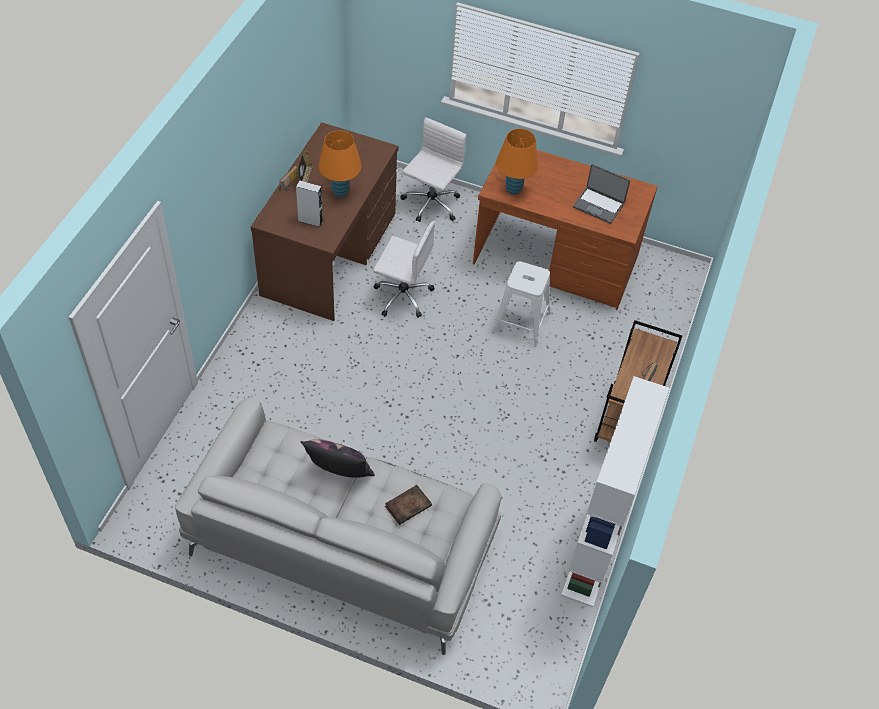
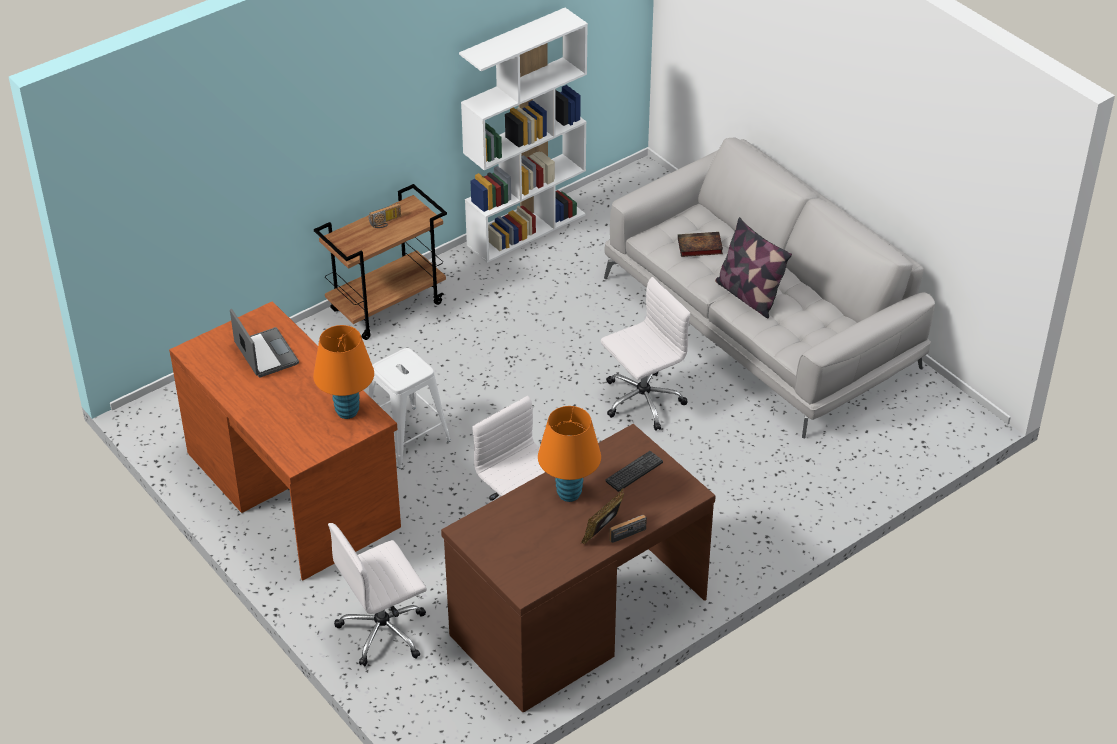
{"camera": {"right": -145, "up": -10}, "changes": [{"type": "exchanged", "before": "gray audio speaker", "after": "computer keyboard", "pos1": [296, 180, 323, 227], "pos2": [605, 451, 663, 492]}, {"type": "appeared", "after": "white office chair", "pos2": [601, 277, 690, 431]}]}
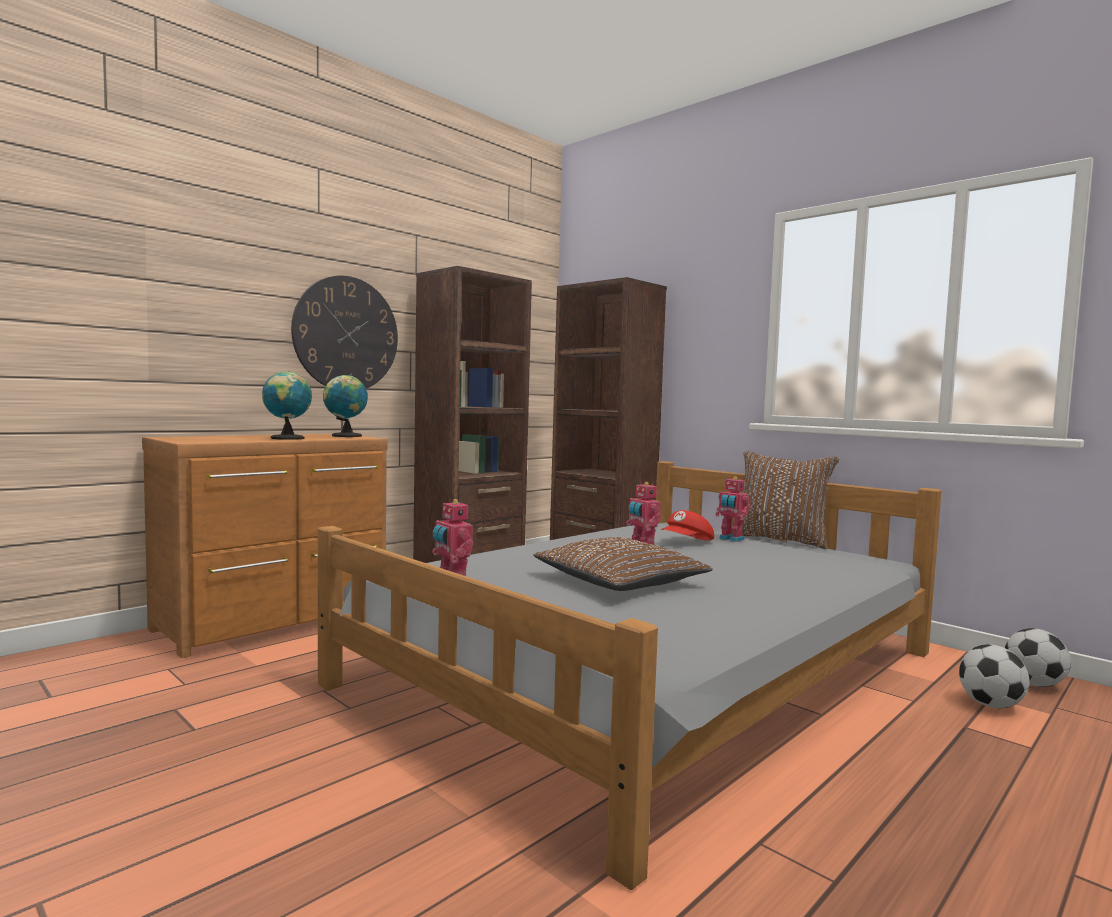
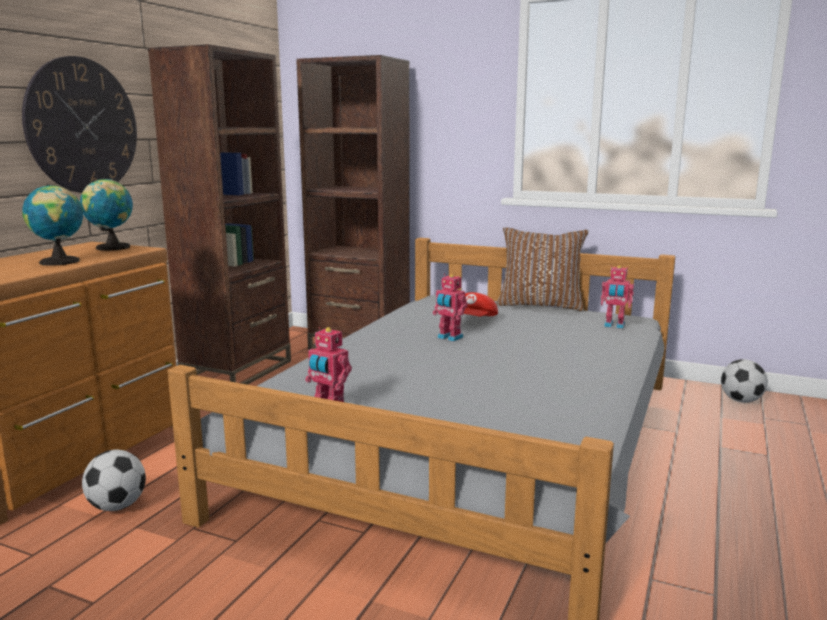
{"camera": {"right": -20, "up": 10}, "changes": [{"type": "missing", "before": "brown throw pillow", "pos1": [533, 537, 713, 591]}, {"type": "relocated", "before": "toy robot", "pos1": [715, 476, 751, 542], "pos2": [601, 265, 634, 329]}, {"type": "relocated", "before": "football ball", "pos1": [959, 644, 1029, 708], "pos2": [82, 450, 146, 511]}]}
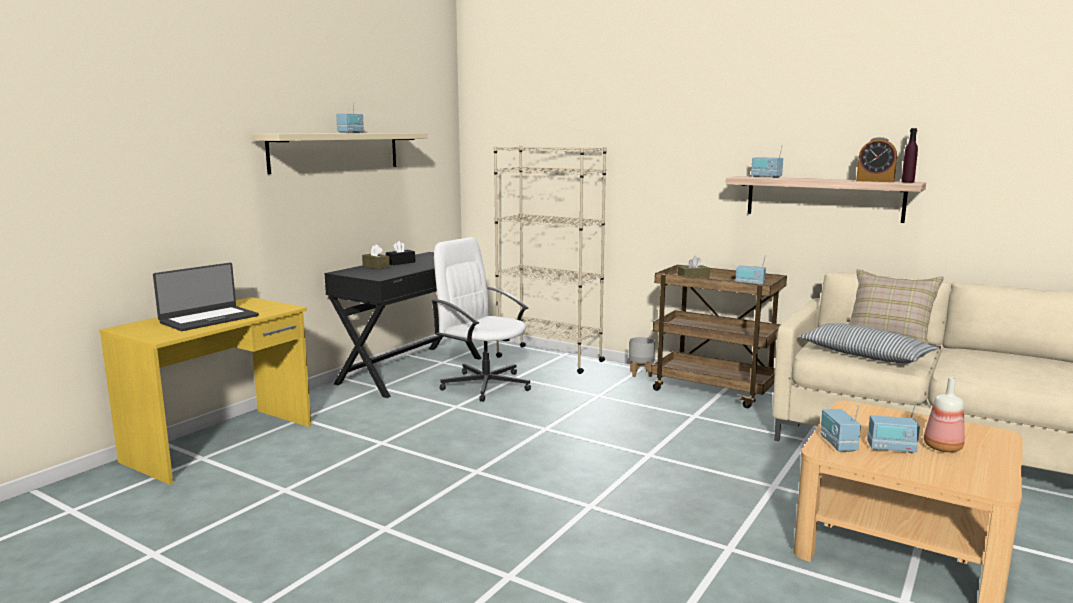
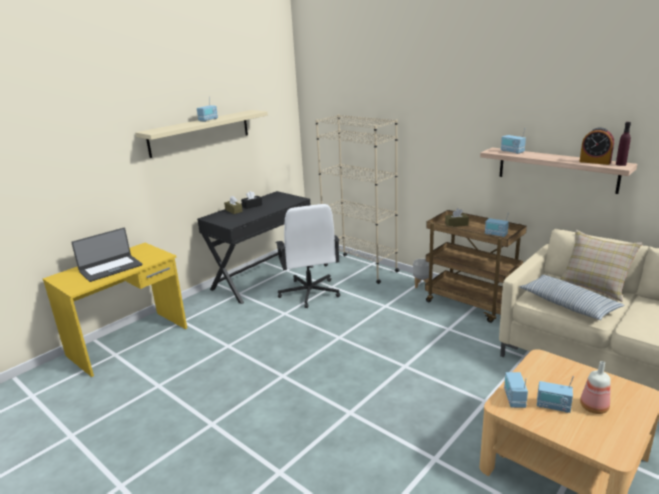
{"camera": {"right": 10, "up": 10}, "changes": [{"type": "spun", "before": "white office chair", "pos1": [431, 237, 531, 402], "pos2": [276, 204, 340, 308], "turn": -150}]}
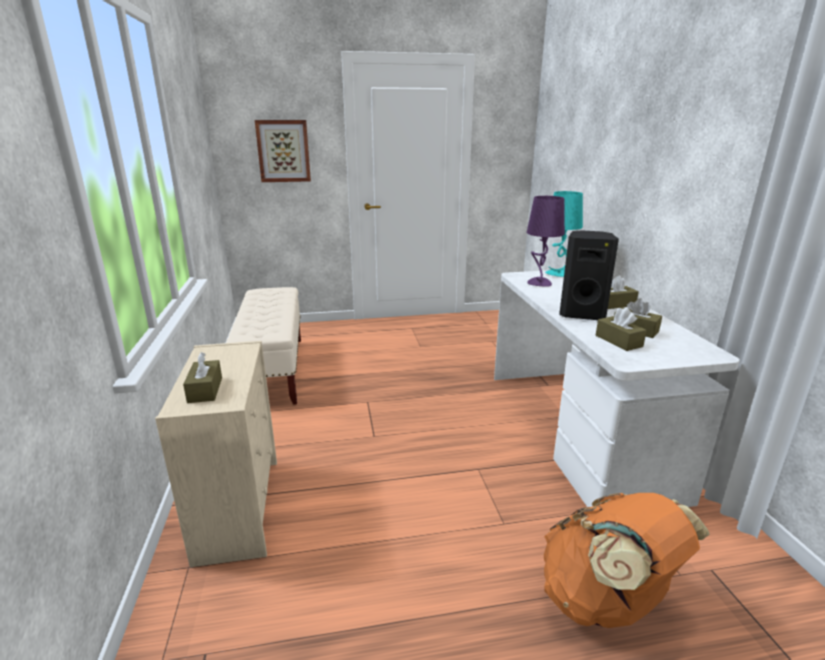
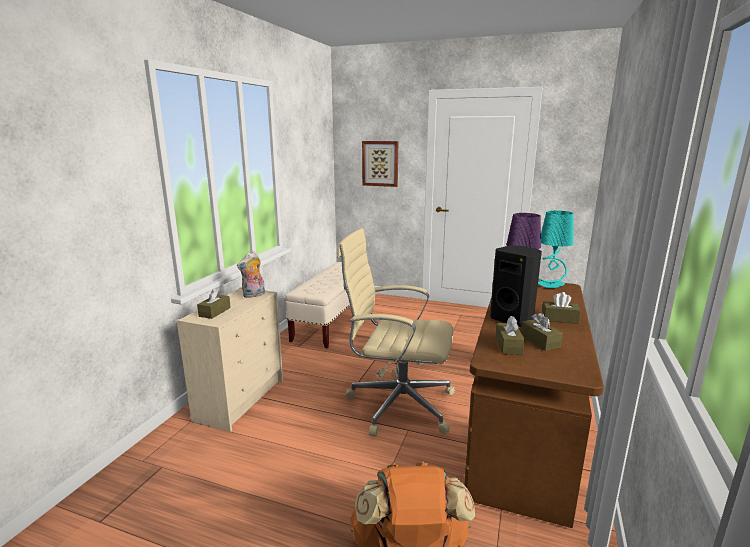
{"camera": {"right": 30, "up": -5}, "changes": [{"type": "colour", "before": "white desk unit", "after": "brown desk unit", "pos1": [494, 270, 740, 507], "pos2": [464, 280, 604, 528]}, {"type": "appeared", "after": "soft toy", "pos2": [237, 252, 265, 298]}, {"type": "appeared", "after": "beige office chair", "pos2": [337, 228, 455, 437]}]}
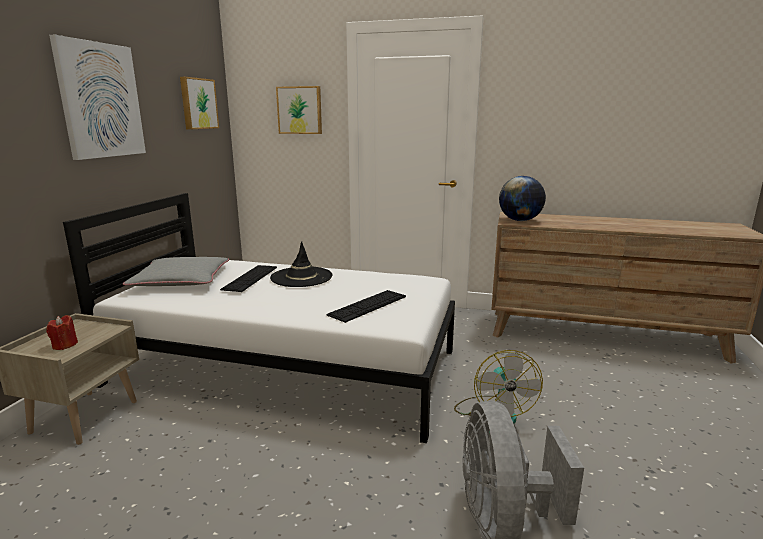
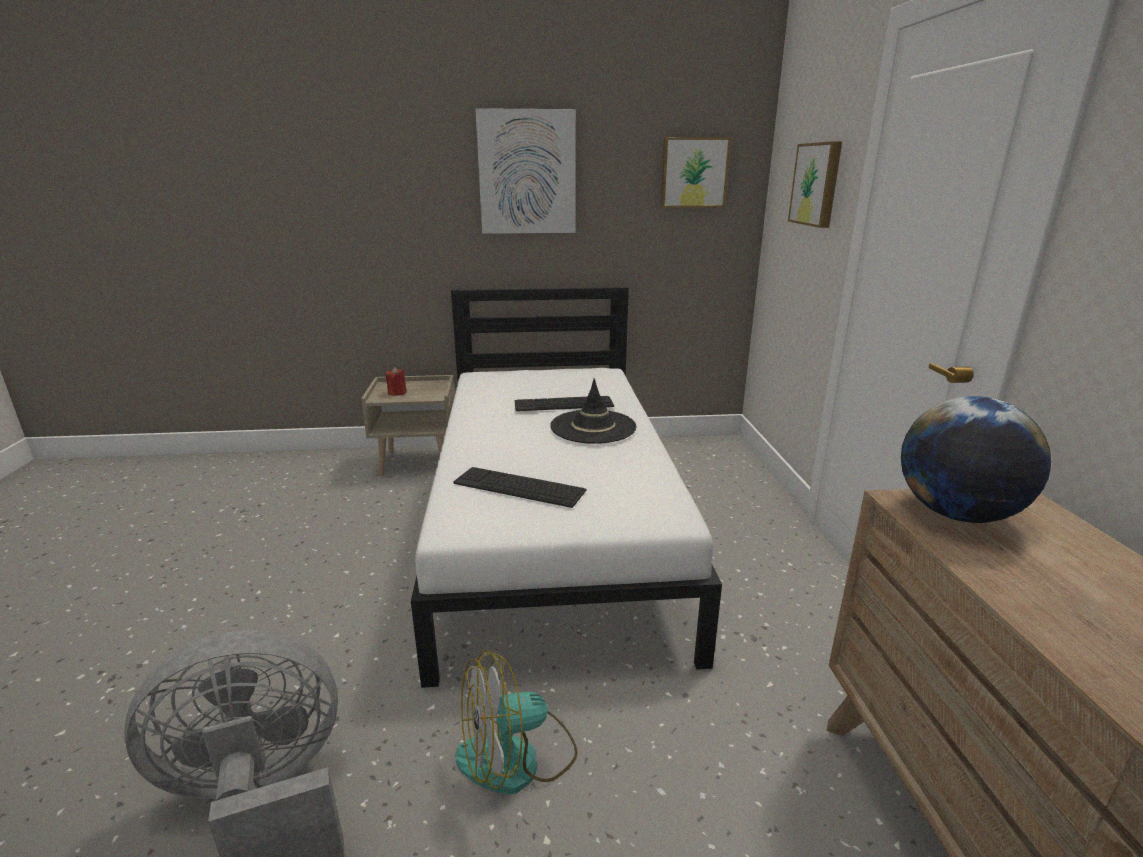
{"camera": {"right": 70, "up": 5}, "changes": [{"type": "missing", "before": "gray throw pillow", "pos1": [123, 257, 229, 286]}]}
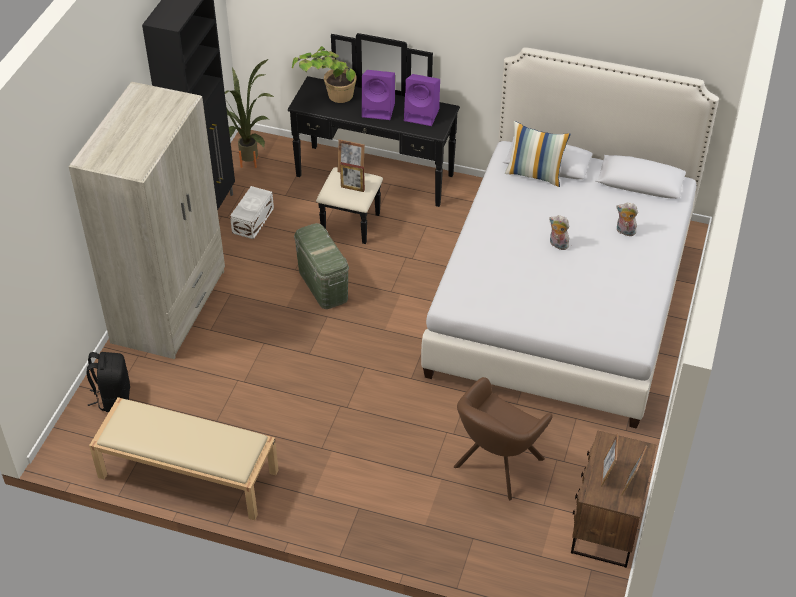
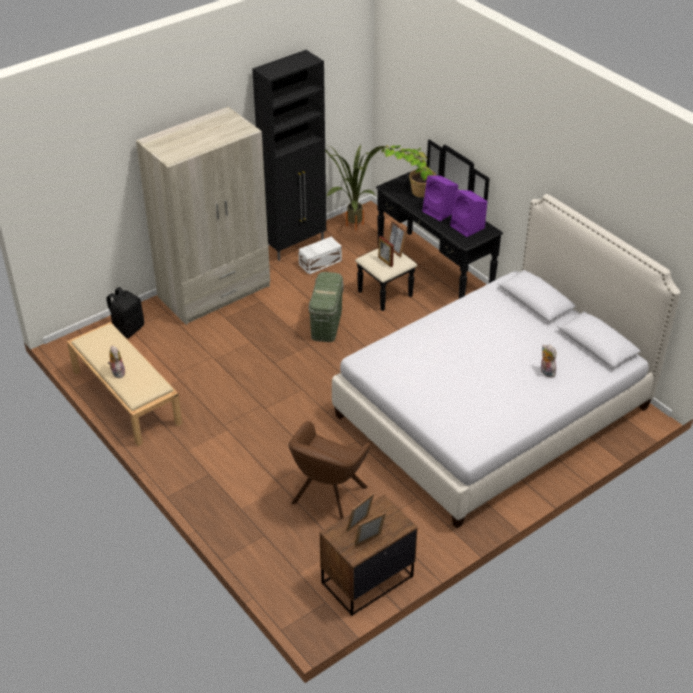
{"camera": {"right": 35, "up": -5}, "changes": [{"type": "spun", "before": "brown armchair", "pos1": [454, 377, 553, 500], "pos2": [288, 421, 371, 519], "turn": -45}, {"type": "missing", "before": "throw pillow", "pos1": [505, 121, 571, 187]}, {"type": "relocated", "before": "soft toy", "pos1": [549, 215, 569, 250], "pos2": [108, 346, 125, 378]}]}
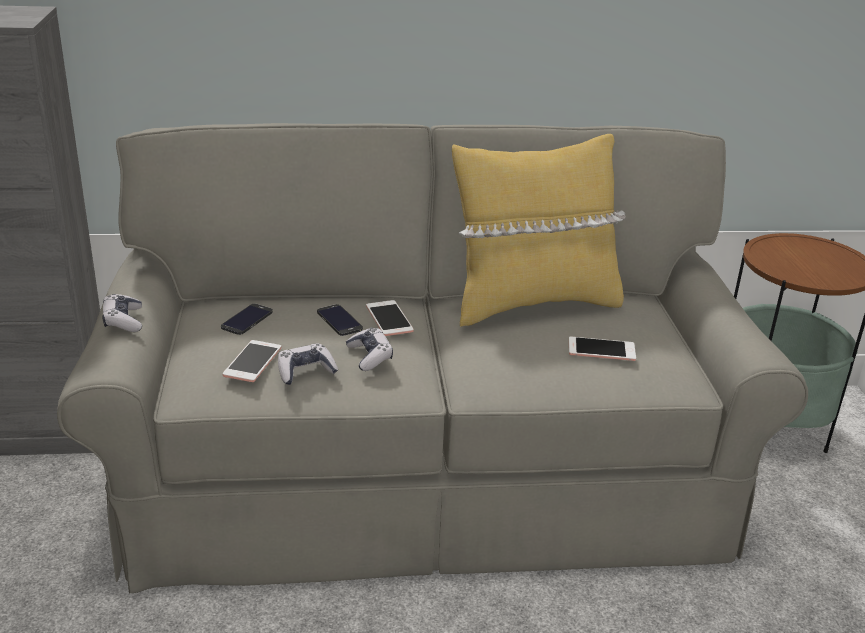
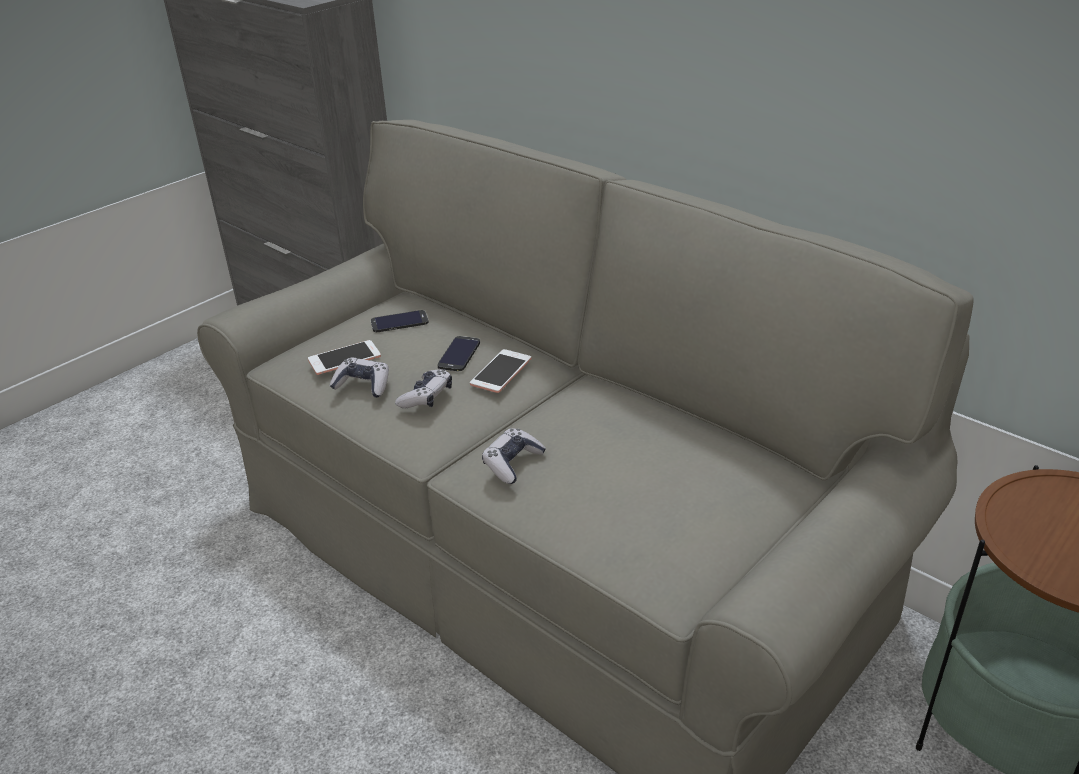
{"camera": {"right": 50, "up": 5}, "changes": [{"type": "relocated", "before": "joypad", "pos1": [102, 294, 142, 332], "pos2": [482, 428, 546, 484]}, {"type": "missing", "before": "yellow throw pillow", "pos1": [452, 134, 626, 327]}, {"type": "missing", "before": "telephone", "pos1": [569, 337, 636, 361]}]}
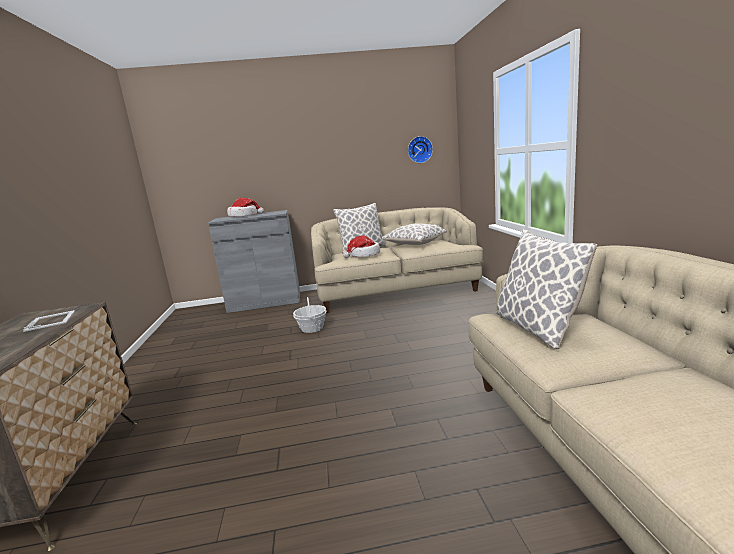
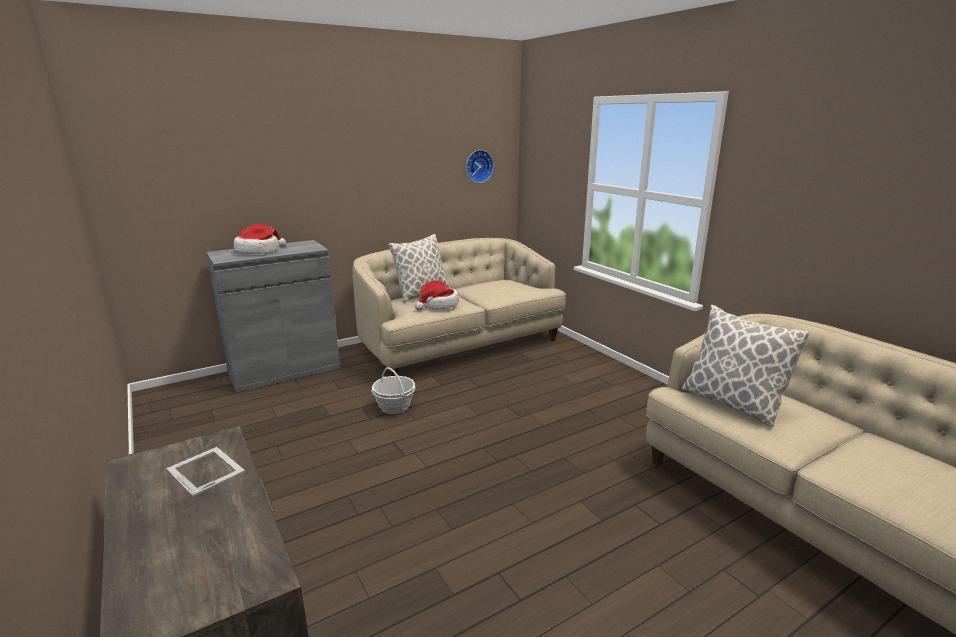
{"camera": {"right": -25, "up": 5}, "changes": [{"type": "missing", "before": "throw pillow", "pos1": [382, 224, 447, 245]}]}
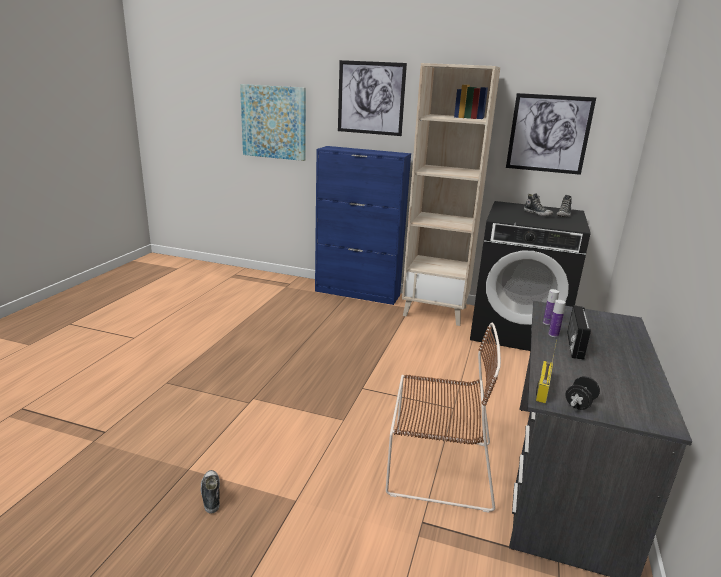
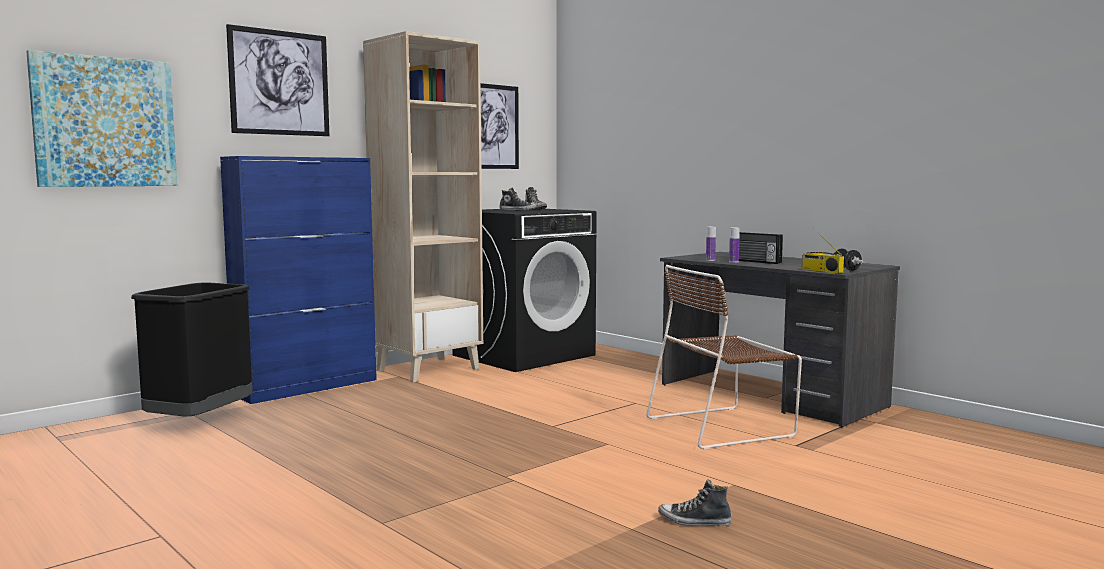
{"camera": {"right": -60, "up": -15}, "changes": [{"type": "spun", "before": "brown chair", "pos1": [386, 323, 501, 513], "pos2": [646, 265, 802, 449], "turn": -150}, {"type": "appeared", "after": "black waste bin", "pos2": [131, 283, 252, 416]}]}
